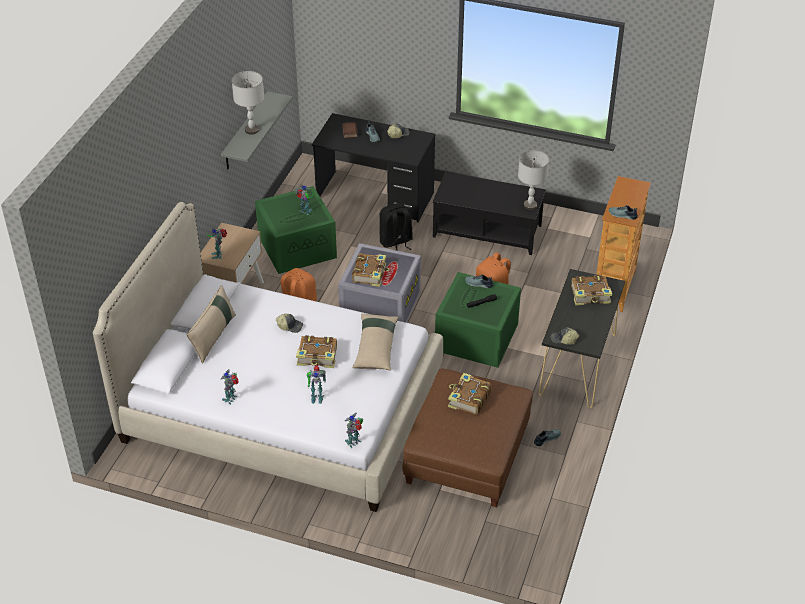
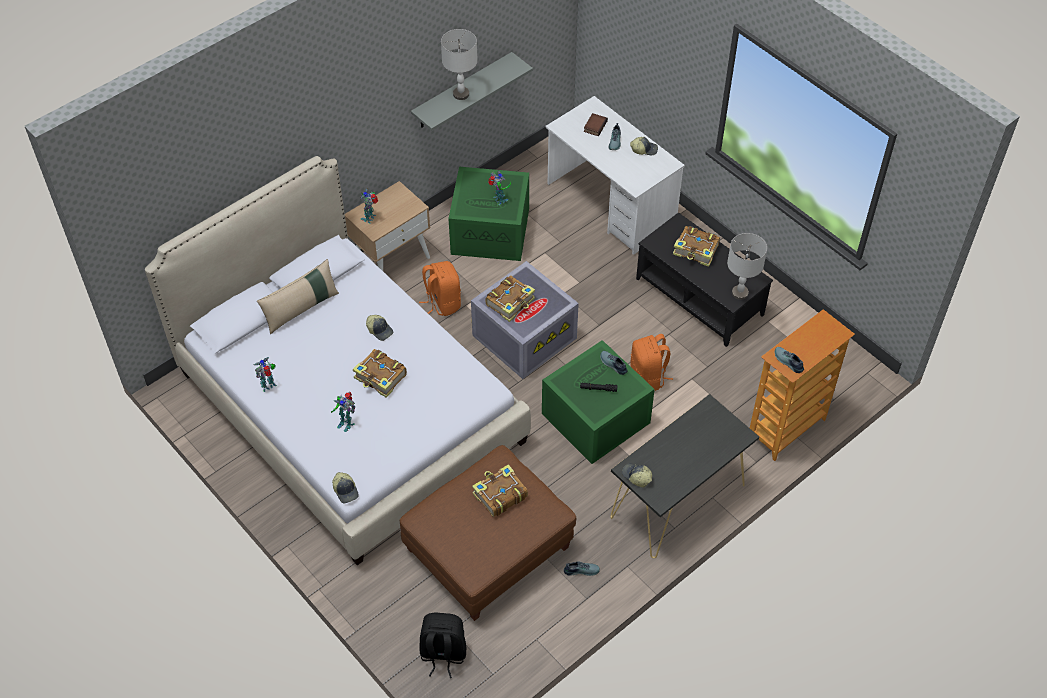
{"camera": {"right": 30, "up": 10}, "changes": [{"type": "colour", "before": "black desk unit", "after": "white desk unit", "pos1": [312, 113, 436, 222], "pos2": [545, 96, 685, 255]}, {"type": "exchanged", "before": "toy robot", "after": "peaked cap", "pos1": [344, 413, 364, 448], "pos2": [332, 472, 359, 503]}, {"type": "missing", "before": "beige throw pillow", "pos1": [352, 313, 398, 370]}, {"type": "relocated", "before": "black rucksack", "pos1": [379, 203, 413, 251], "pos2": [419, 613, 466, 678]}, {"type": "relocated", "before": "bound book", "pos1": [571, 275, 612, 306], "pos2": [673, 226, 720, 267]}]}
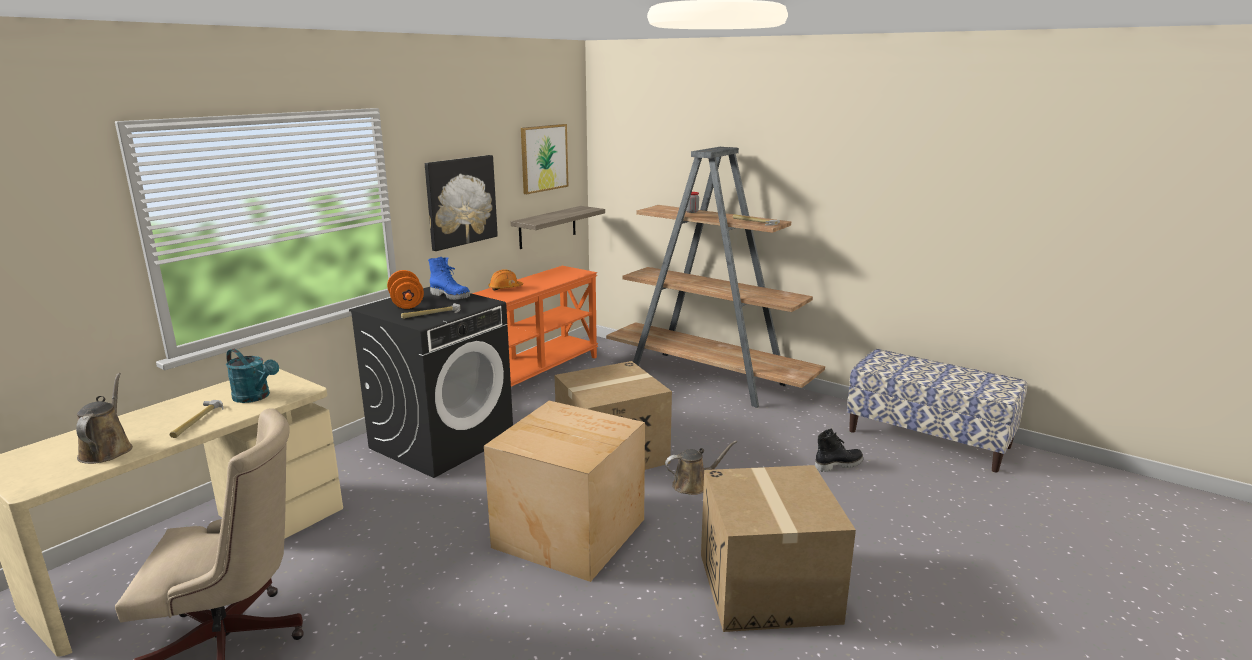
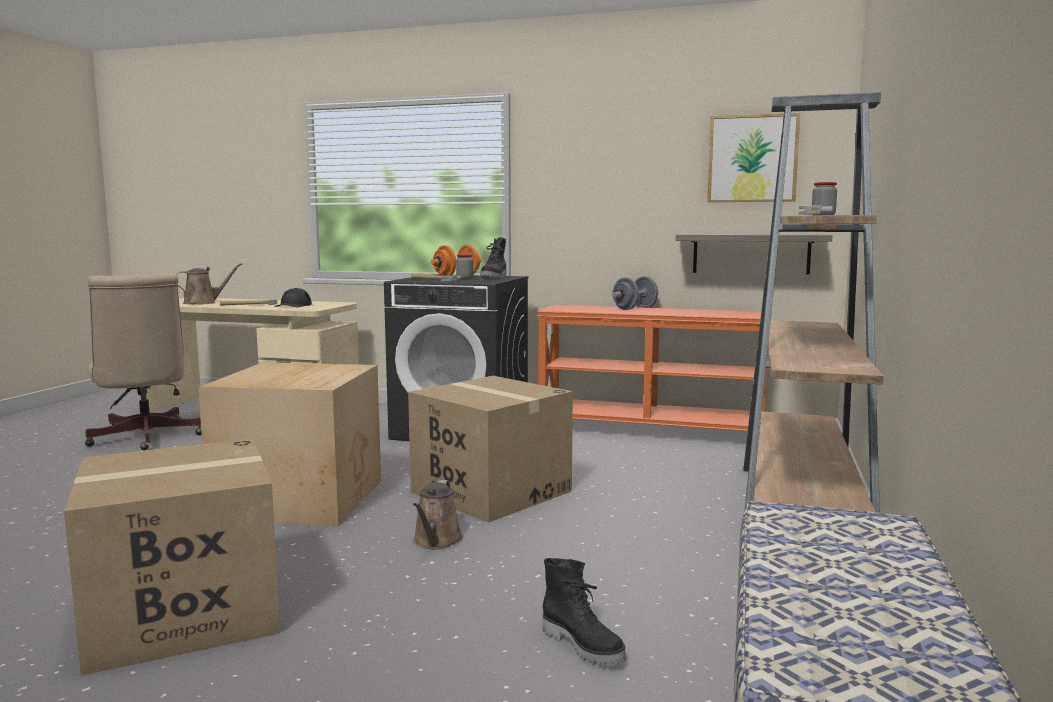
{"camera": {"right": 70, "up": -10}, "changes": [{"type": "exchanged", "before": "turquoise-coloured watering pot", "after": "black peaked cap", "pos1": [226, 349, 279, 403], "pos2": [274, 288, 312, 308]}, {"type": "missing", "before": "picture", "pos1": [425, 155, 498, 251]}, {"type": "colour", "before": "bluish tall boot", "after": "black tall boot", "pos1": [428, 257, 470, 300], "pos2": [480, 237, 507, 279]}, {"type": "exchanged", "before": "orangey hard hat", "after": "gray dumbbell", "pos1": [488, 269, 523, 290], "pos2": [612, 276, 658, 310]}, {"type": "spun", "before": "brown watering pot", "pos1": [665, 440, 737, 495], "pos2": [413, 480, 463, 549], "turn": 45}, {"type": "appeared", "after": "storage jar", "pos2": [456, 254, 473, 280]}]}
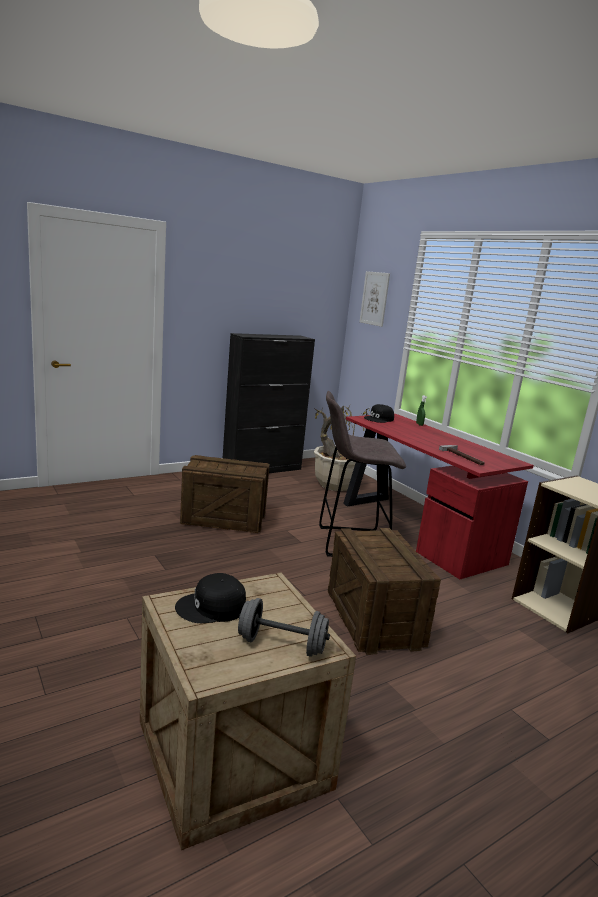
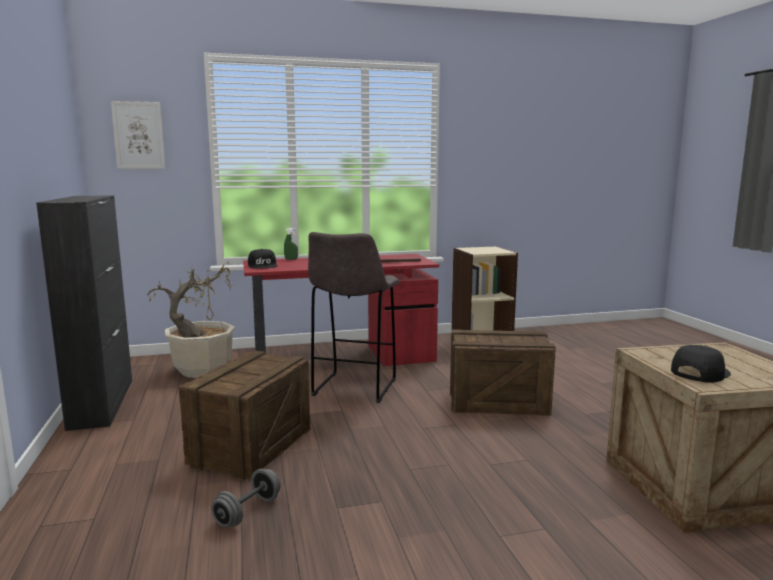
{"camera": {"right": -70, "up": -5}, "changes": [{"type": "spun", "before": "black peaked cap", "pos1": [175, 573, 246, 623], "pos2": [671, 345, 731, 382], "turn": -135}, {"type": "relocated", "before": "gray dumbbell", "pos1": [238, 598, 330, 657], "pos2": [211, 469, 281, 527]}]}
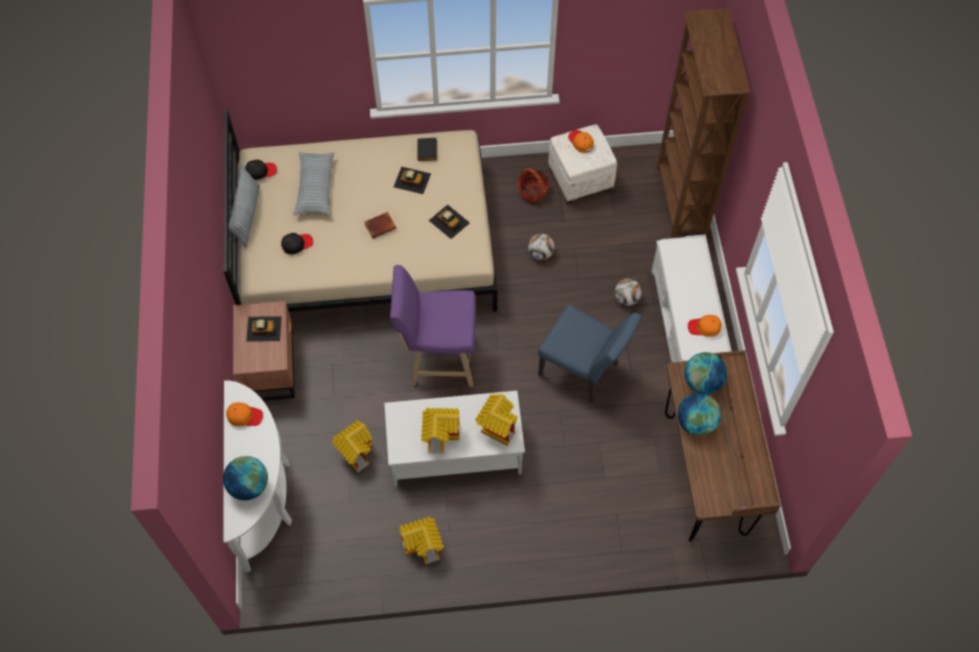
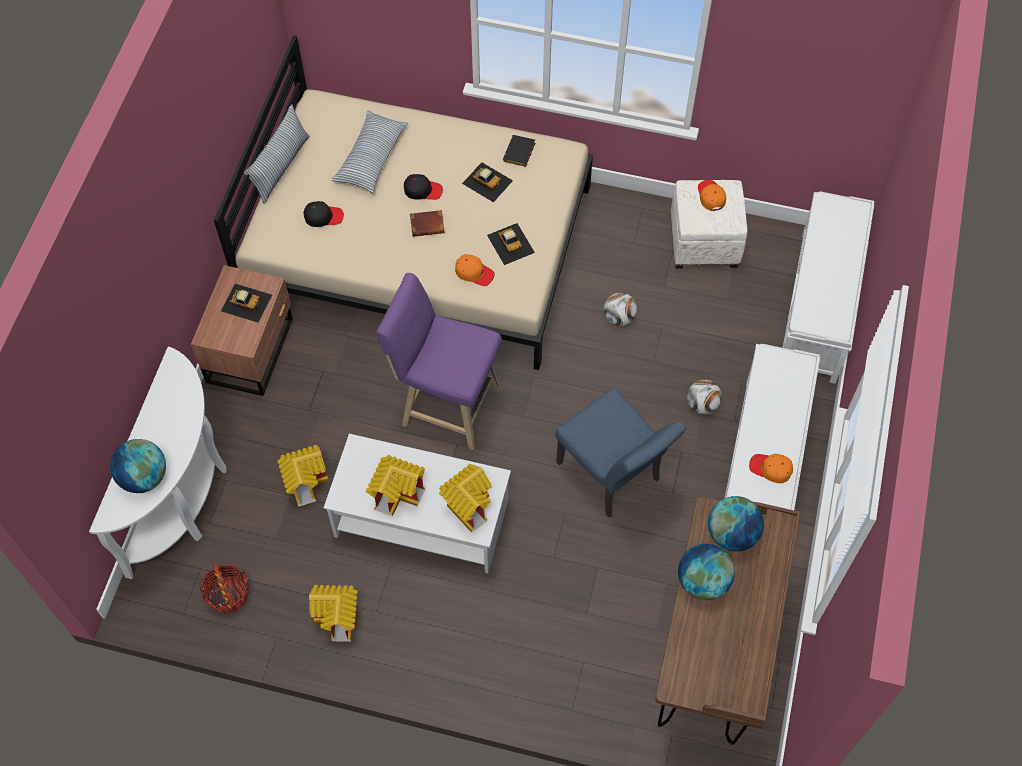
{"camera": {"right": 20, "up": 0}, "changes": [{"type": "relocated", "before": "orangey peaked cap", "pos1": [226, 402, 263, 426], "pos2": [455, 254, 495, 286]}, {"type": "relocated", "before": "black peaked cap", "pos1": [245, 160, 277, 180], "pos2": [404, 174, 443, 200]}, {"type": "relocated", "before": "basket", "pos1": [517, 167, 550, 203], "pos2": [200, 563, 249, 614]}, {"type": "exchanged", "before": "brown bookshelf", "after": "white long seat", "pos1": [657, 8, 750, 238], "pos2": [783, 192, 874, 384]}]}
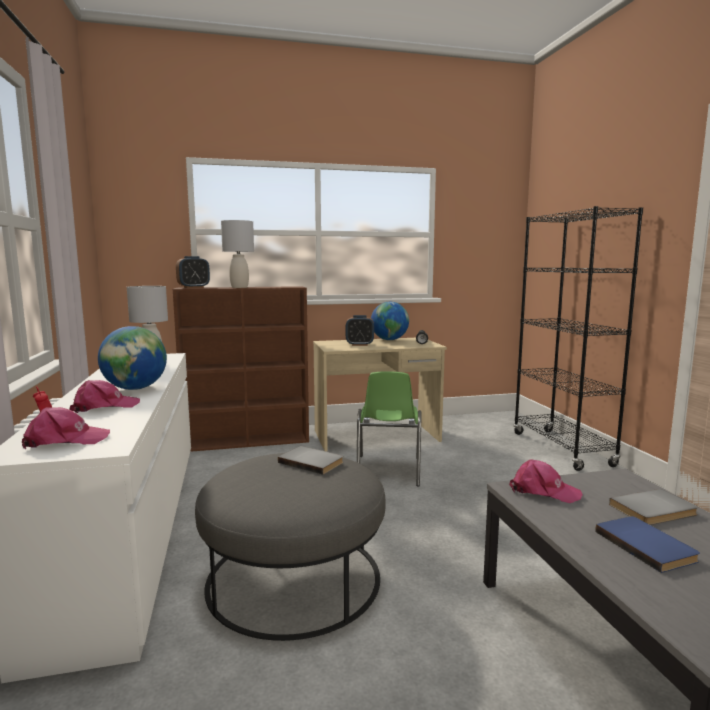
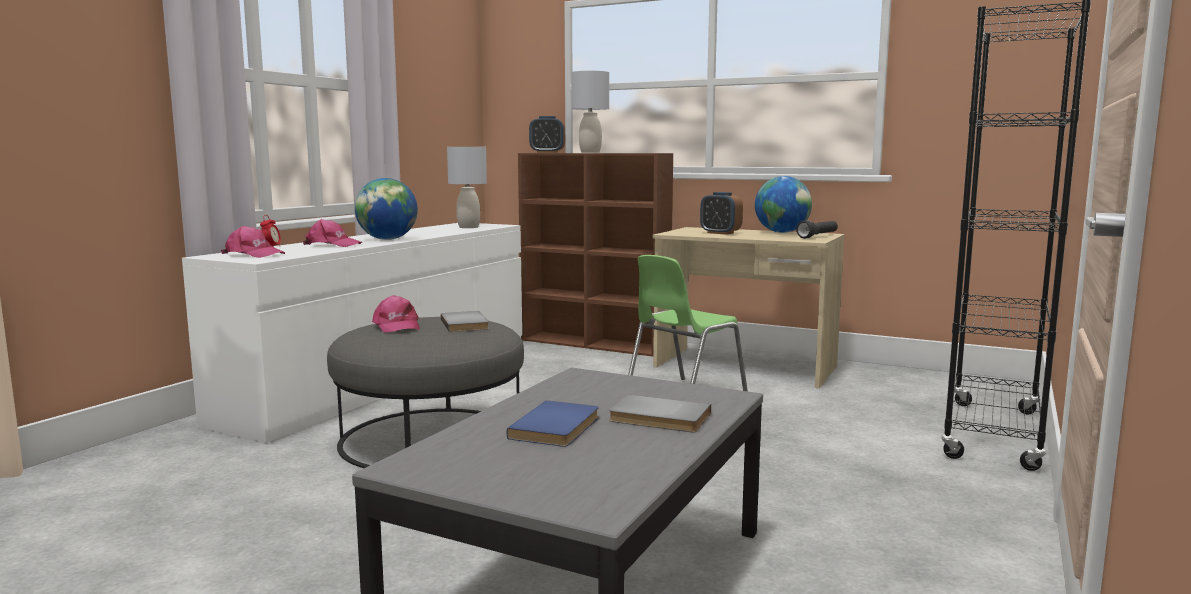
{"camera": {"right": 40, "up": 0}, "changes": [{"type": "relocated", "before": "pink peaked cap", "pos1": [509, 460, 583, 503], "pos2": [372, 295, 420, 333]}]}
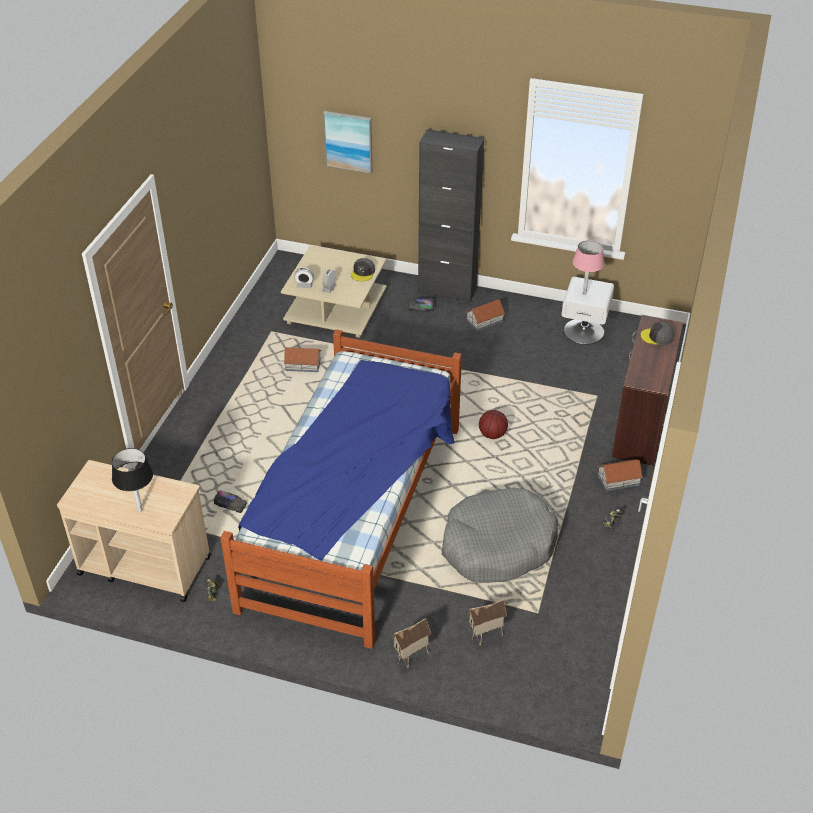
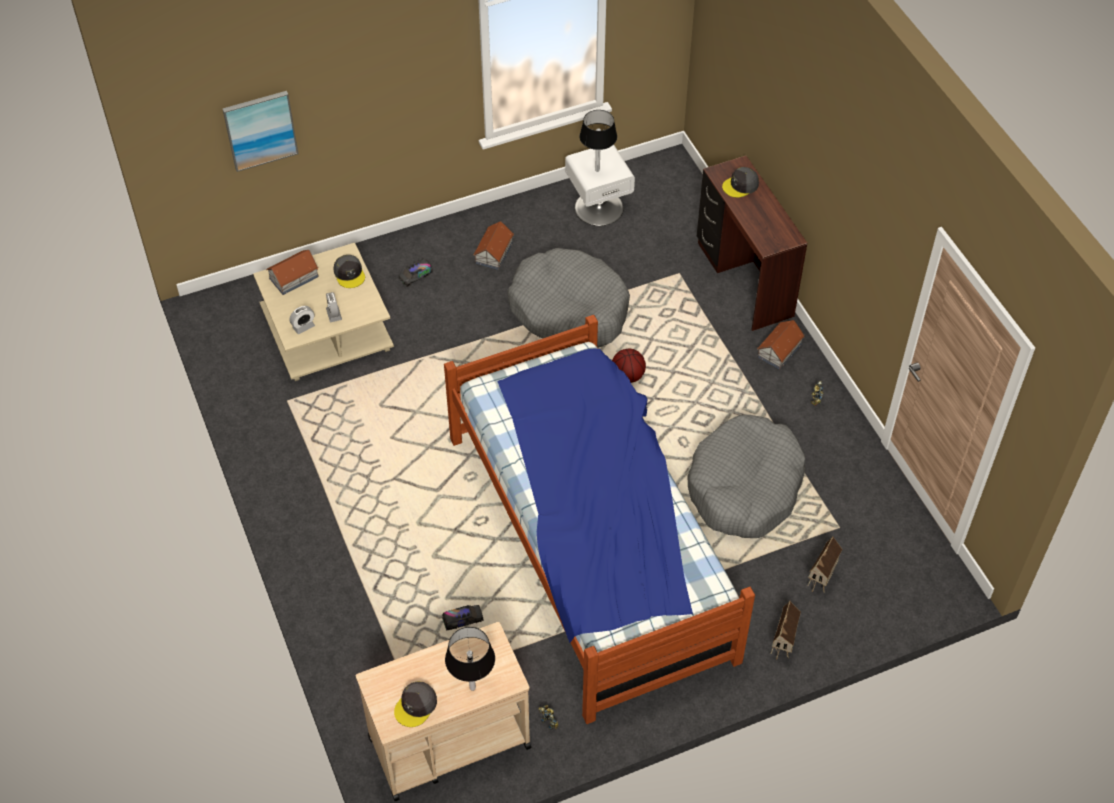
{"camera": {"right": -40, "up": 10}, "changes": [{"type": "relocated", "before": "miniature house", "pos1": [284, 347, 322, 372], "pos2": [266, 250, 319, 295]}, {"type": "missing", "before": "black storage cabinet", "pos1": [418, 129, 484, 302]}, {"type": "colour", "before": "pink lamp for a table", "after": "black lamp for a table", "pos1": [573, 240, 604, 295], "pos2": [579, 110, 617, 172]}, {"type": "appeared", "after": "gray peaked cap", "pos2": [394, 682, 437, 727]}, {"type": "appeared", "after": "gray dog bed", "pos2": [508, 248, 630, 348]}]}
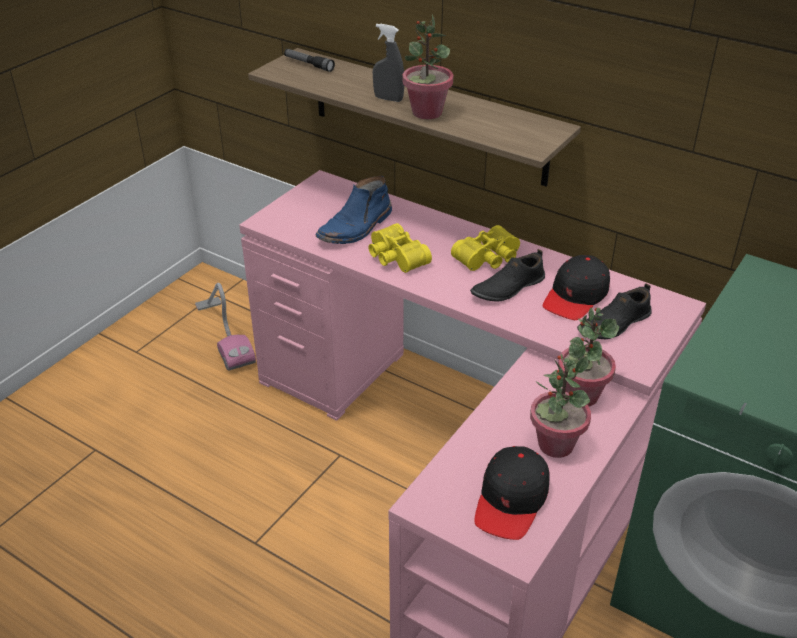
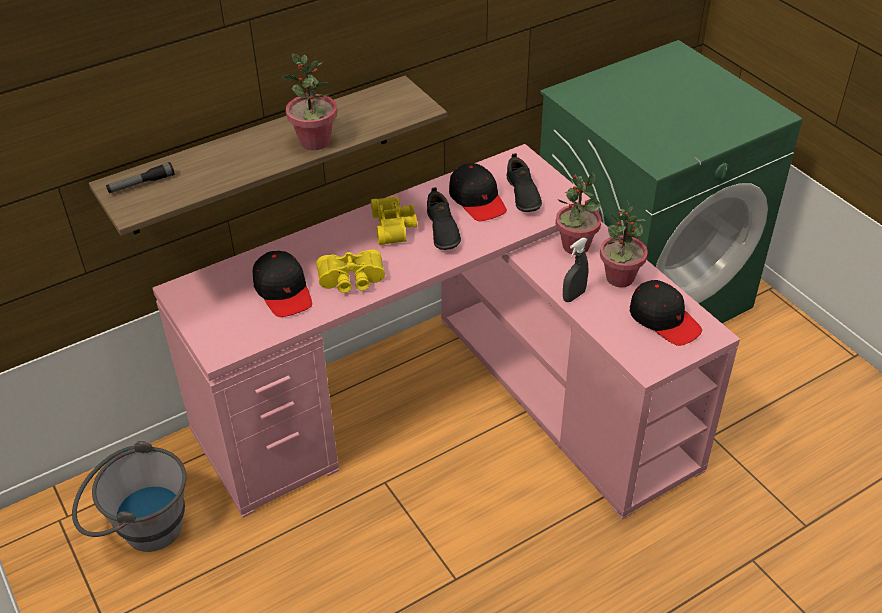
{"camera": {"right": -65, "up": 5}, "changes": [{"type": "exchanged", "before": "vacuum", "after": "gray pail", "pos1": [195, 283, 256, 371], "pos2": [72, 441, 186, 552]}, {"type": "exchanged", "before": "bluish tall boot", "after": "black peaked cap", "pos1": [316, 176, 392, 244], "pos2": [252, 251, 312, 317]}, {"type": "relocated", "before": "gray sprayer", "pos1": [373, 24, 404, 102], "pos2": [563, 238, 589, 302]}]}
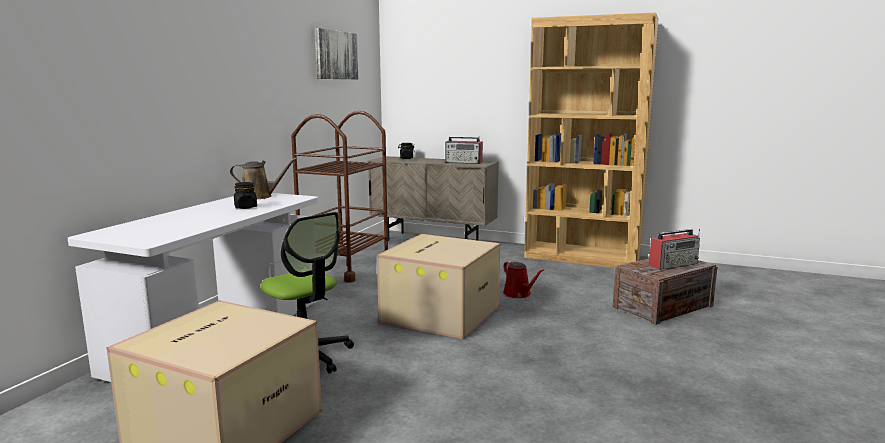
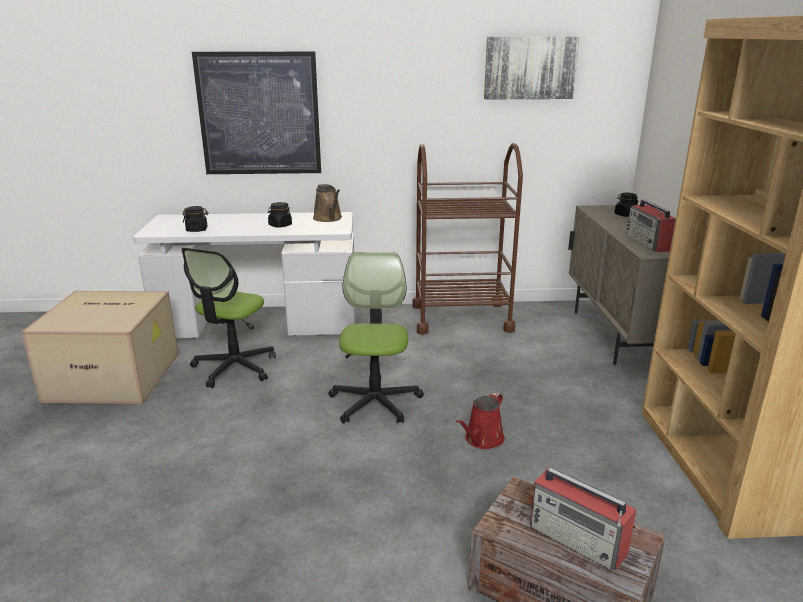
{"camera": {"right": 65, "up": 10}, "changes": [{"type": "exchanged", "before": "cardboard box", "after": "office chair", "pos1": [377, 234, 500, 339], "pos2": [328, 252, 424, 424]}, {"type": "appeared", "after": "black storage jar", "pos2": [183, 206, 209, 232]}, {"type": "appeared", "after": "picture", "pos2": [192, 51, 321, 174]}]}
